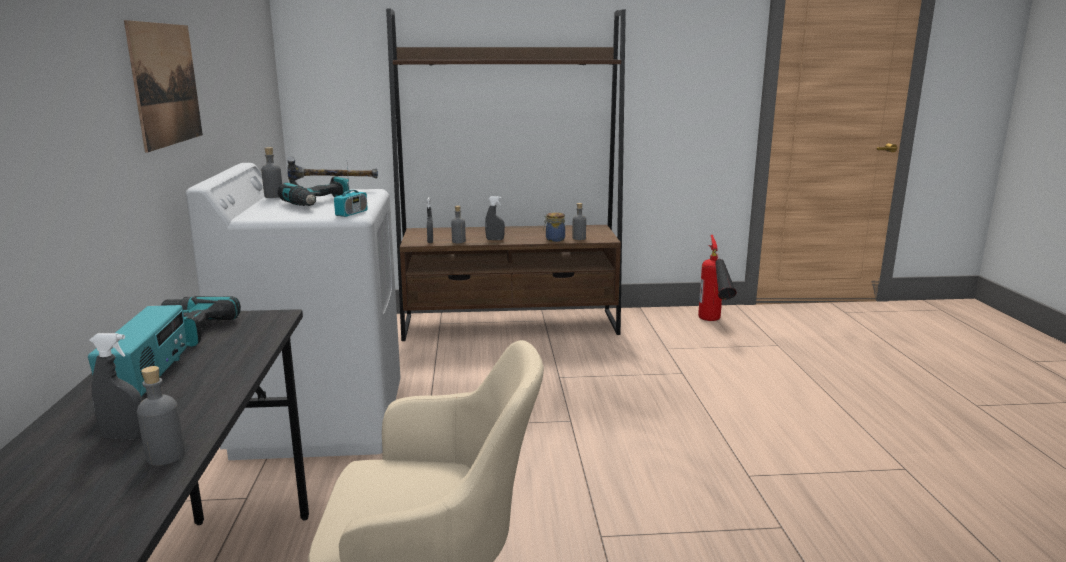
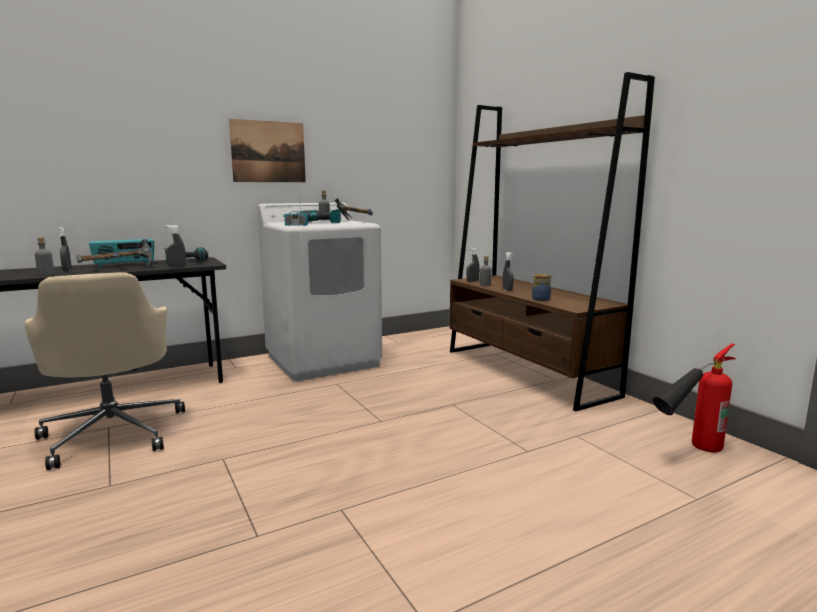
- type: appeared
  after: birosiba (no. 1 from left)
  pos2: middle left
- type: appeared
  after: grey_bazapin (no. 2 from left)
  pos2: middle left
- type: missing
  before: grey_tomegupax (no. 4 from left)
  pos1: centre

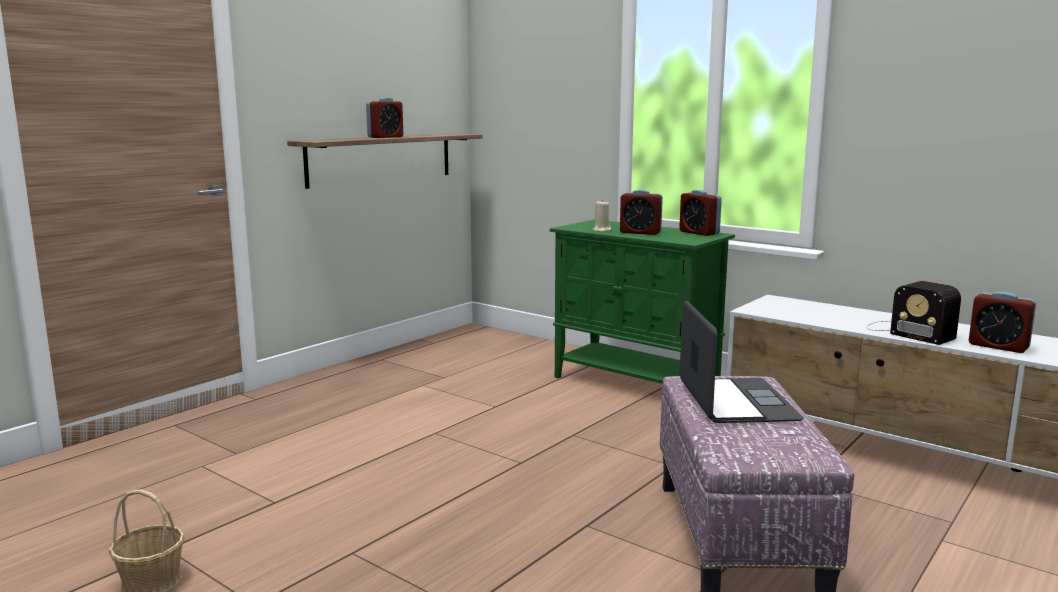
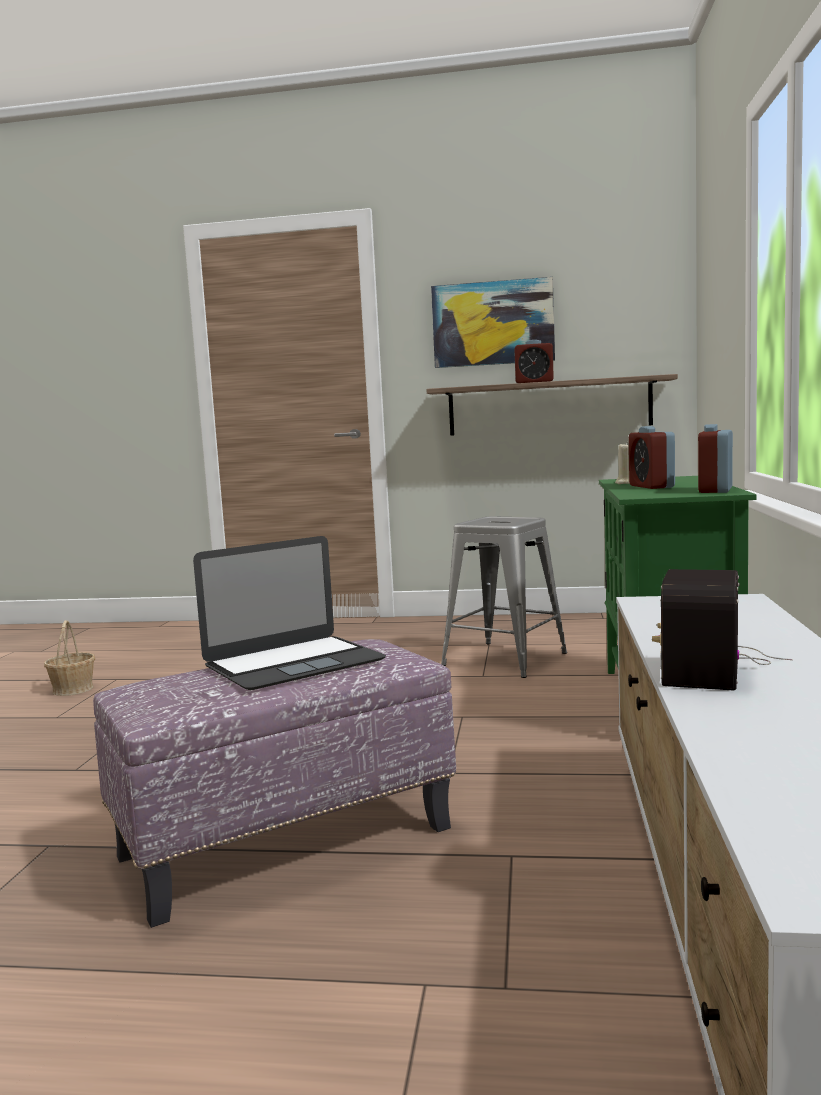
- type: appeared
  after: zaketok
  pos2: top centre
- type: appeared
  after: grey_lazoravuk
  pos2: centre
- type: missing
  before: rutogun (no. 4 from left)
  pos1: middle right

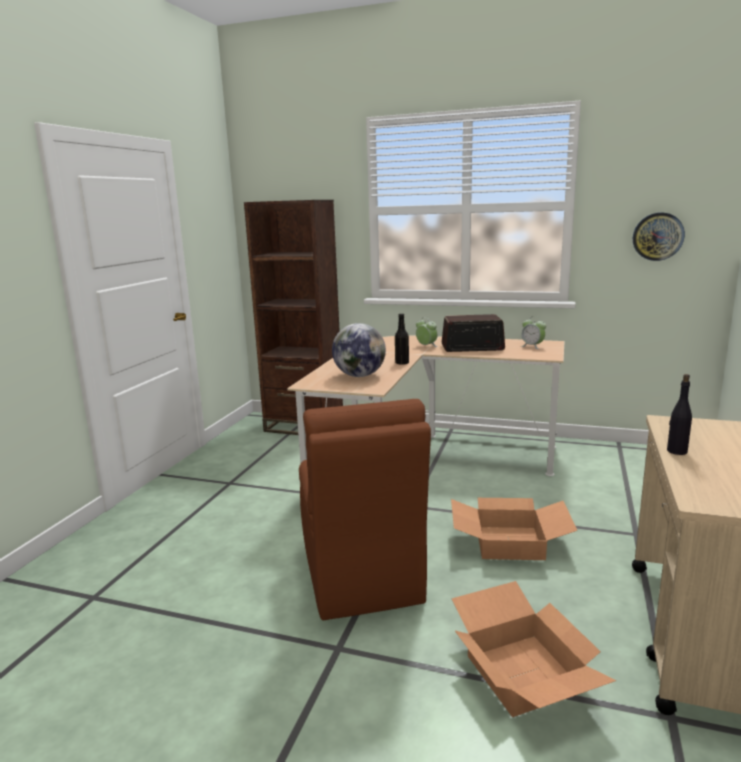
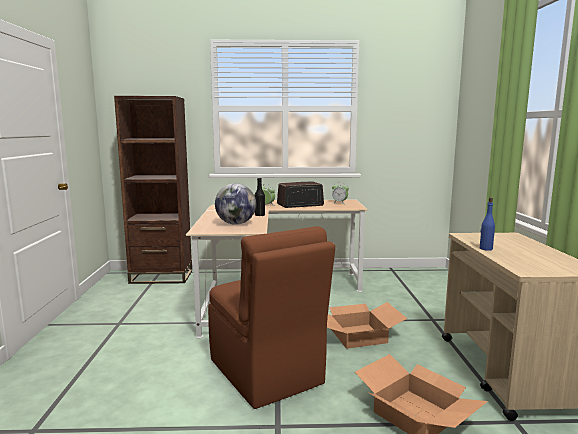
- type: colour
  before: black_tomegupax (no. 2 from left)
  after: blue_tomegupax
  pos1: middle right
  pos2: middle right
- type: missing
  before: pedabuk
  pos1: top right

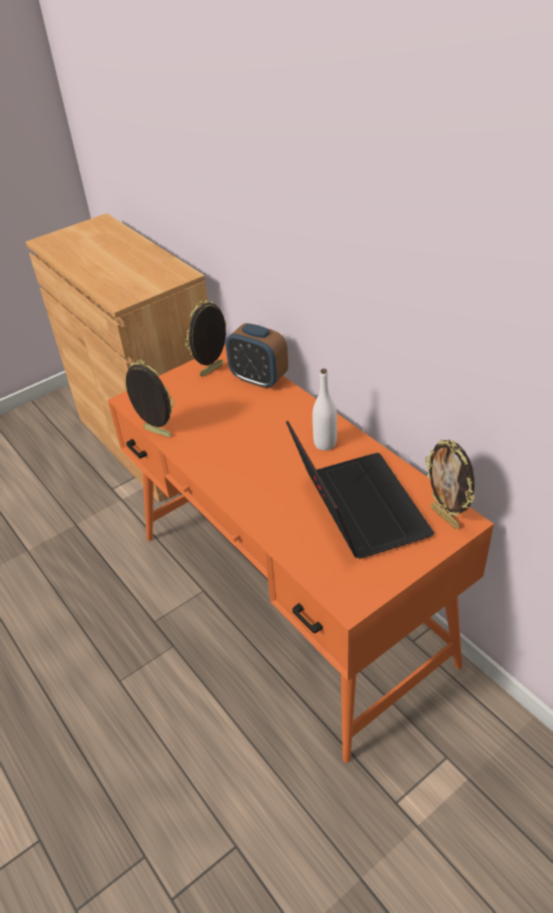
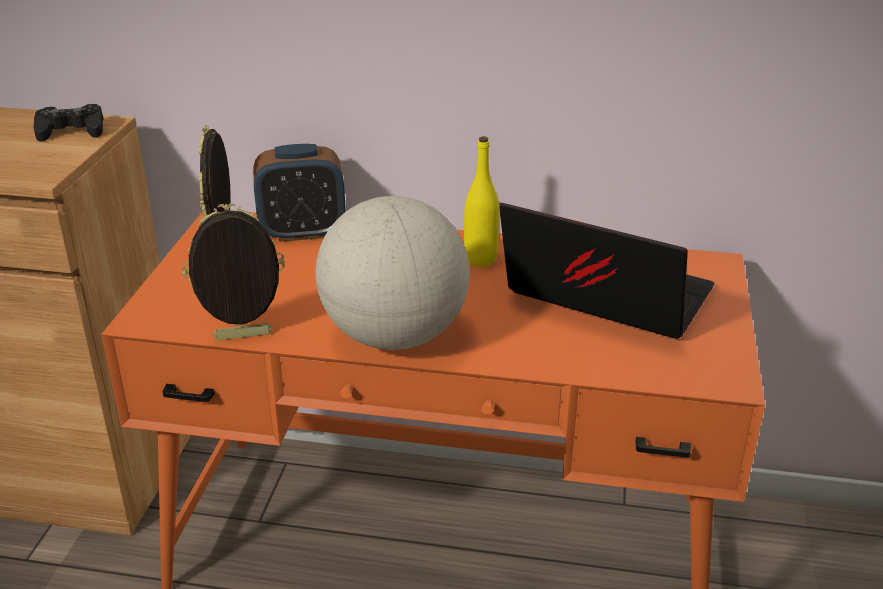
- type: appeared
  after: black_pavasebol
  pos2: top left
- type: appeared
  after: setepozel
  pos2: centre
- type: colour
  before: white_tomegupax
  after: yellow_tomegupax
  pos1: centre
  pos2: centre
- type: missing
  before: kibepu (no. 3 from left)
  pos1: middle right

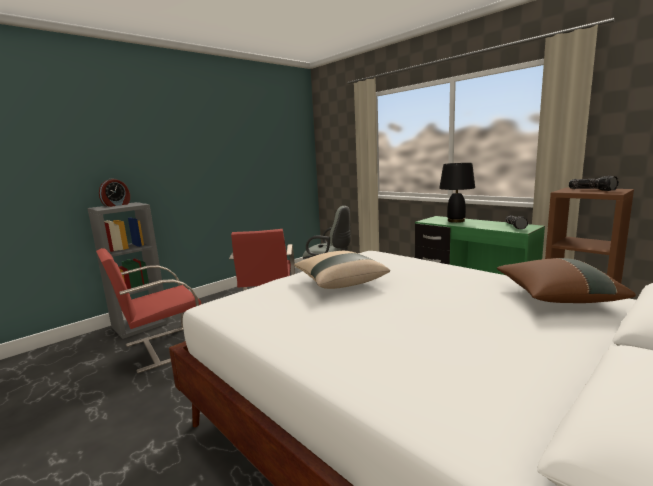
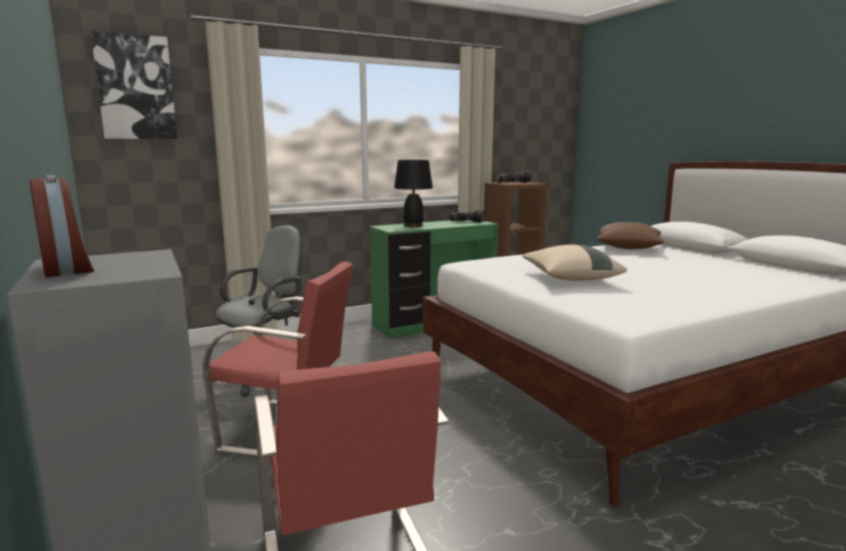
- type: appeared
  after: zaketok
  pos2: top left

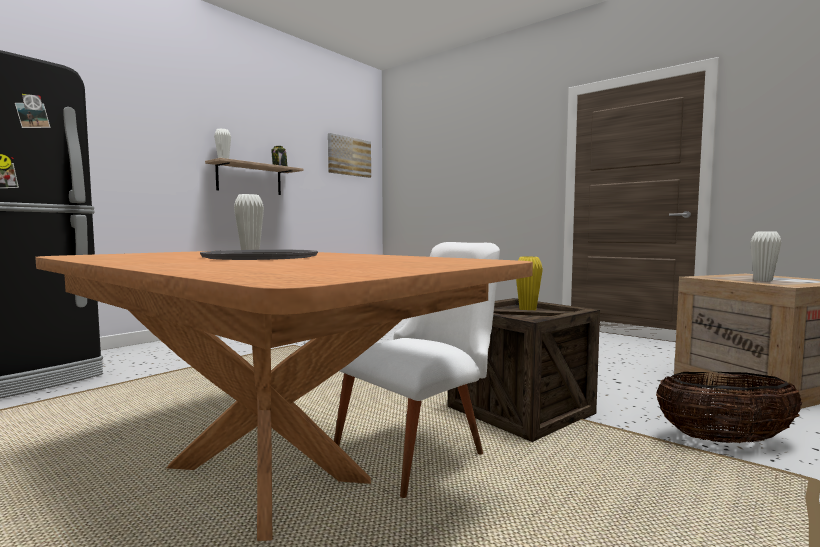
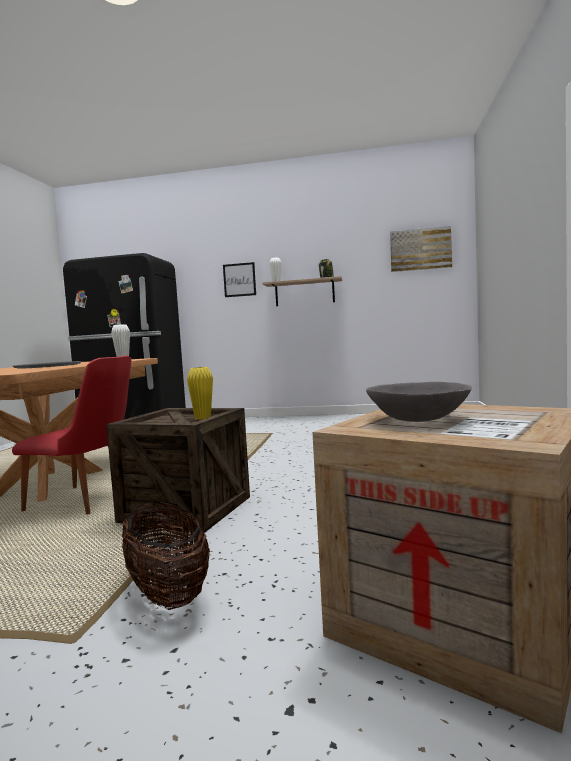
- type: colour
  before: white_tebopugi
  after: red_tebopugi
  pos1: bottom centre
  pos2: middle left
- type: appeared
  after: zaketok (no. 1 from left)
  pos2: centre
- type: exchanged
  before: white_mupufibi (no. 3 from left)
  after: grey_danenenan
  pos1: middle right
  pos2: middle right

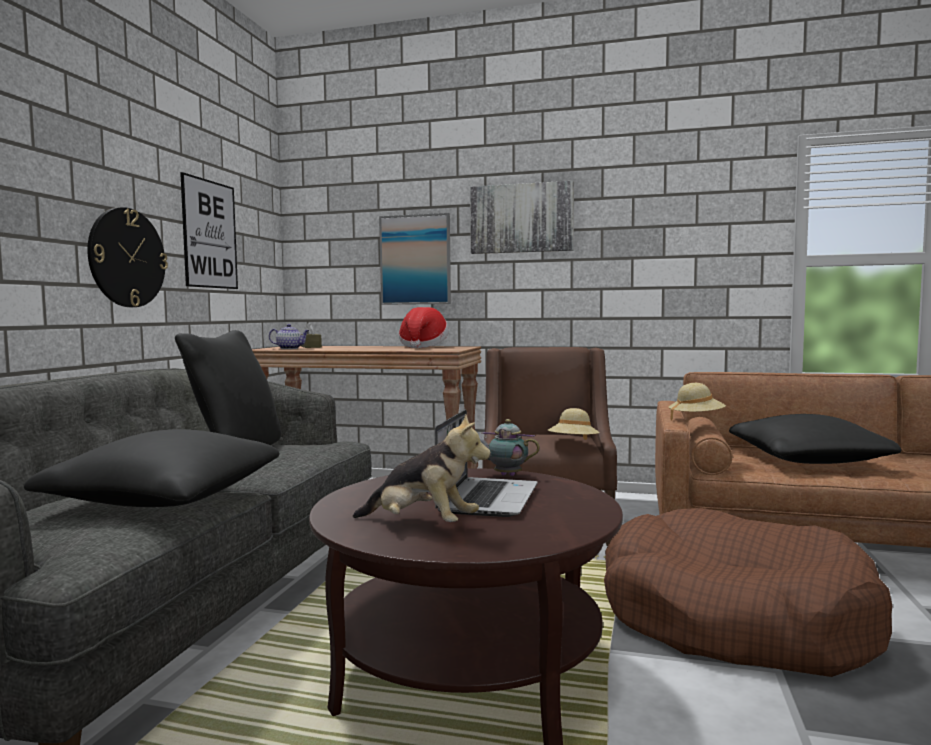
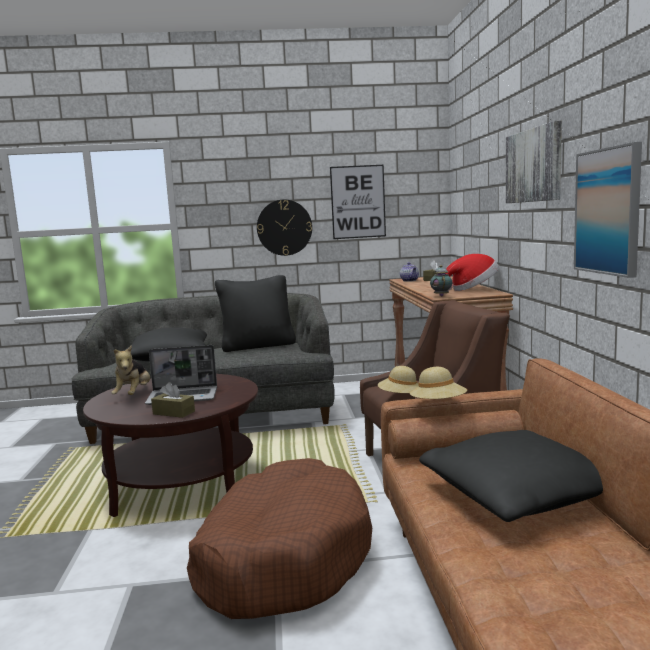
- type: appeared
  after: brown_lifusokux (no. 1 from left)
  pos2: middle left
- type: relocated
  before: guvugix (no. 2 from left)
  pos1: centre
  pos2: middle right
- type: relocated
  before: zaketok (no. 2 from left in the first image)
  after: zaketok (no. 3 from left)
  pos1: centre
  pos2: top right

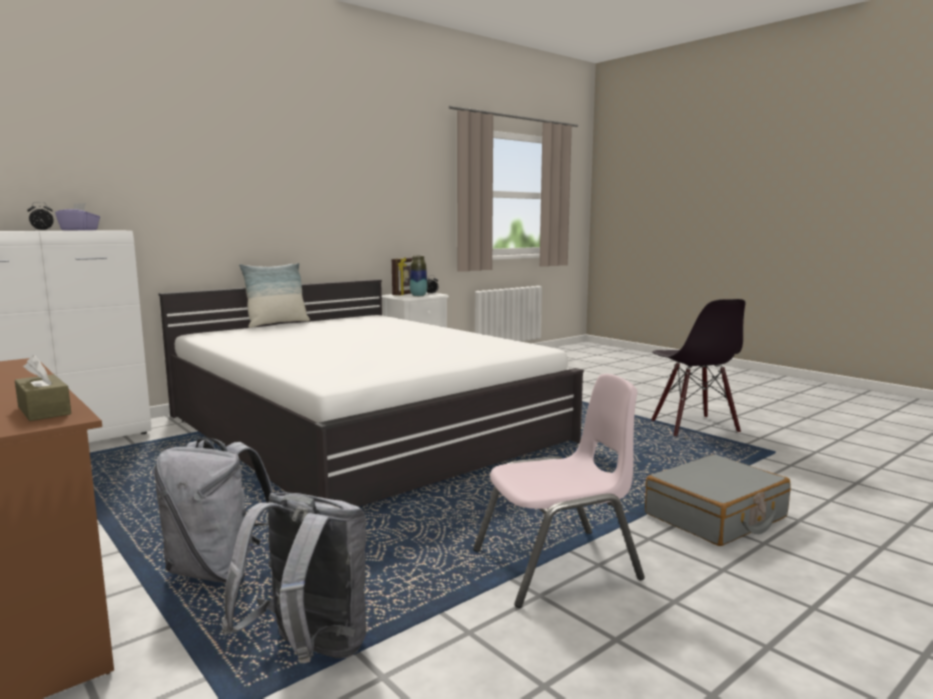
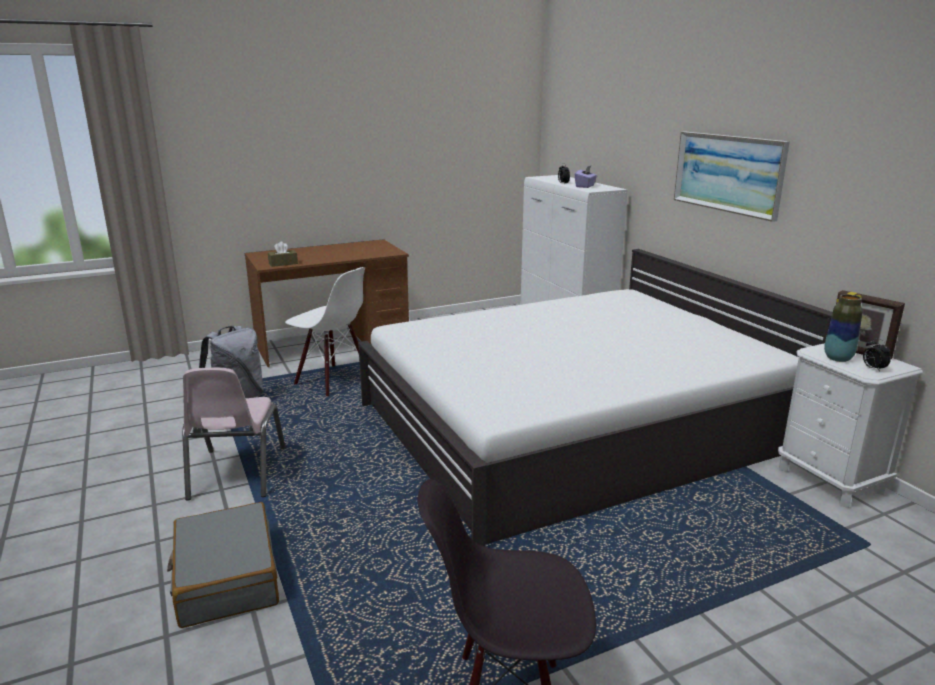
- type: exchanged
  before: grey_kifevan (no. 1 from left)
  after: white_tebopugi
  pos1: bottom left
  pos2: centre
- type: appeared
  after: zaketok
  pos2: top right
- type: missing
  before: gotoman
  pos1: middle left

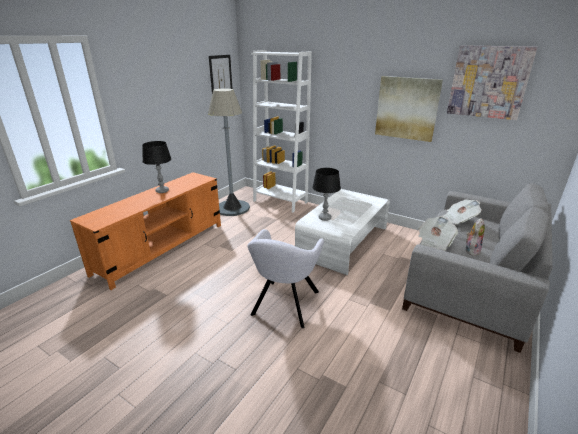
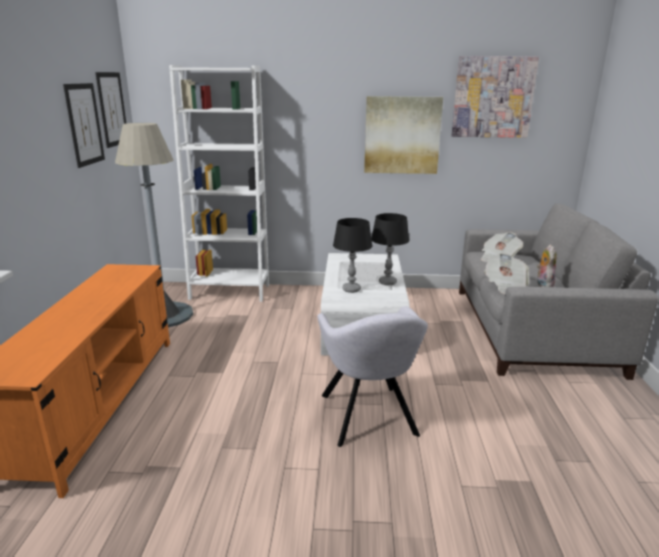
- type: appeared
  after: zaketok (no. 1 from left)
  pos2: top left
- type: relocated
  before: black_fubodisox (no. 1 from left in the first image)
  after: black_fubodisox (no. 2 from left)
  pos1: middle left
  pos2: centre

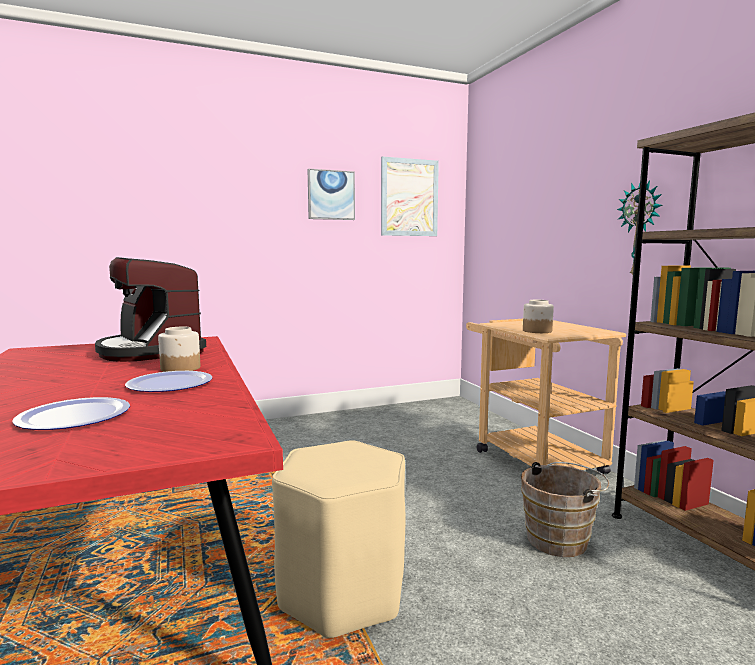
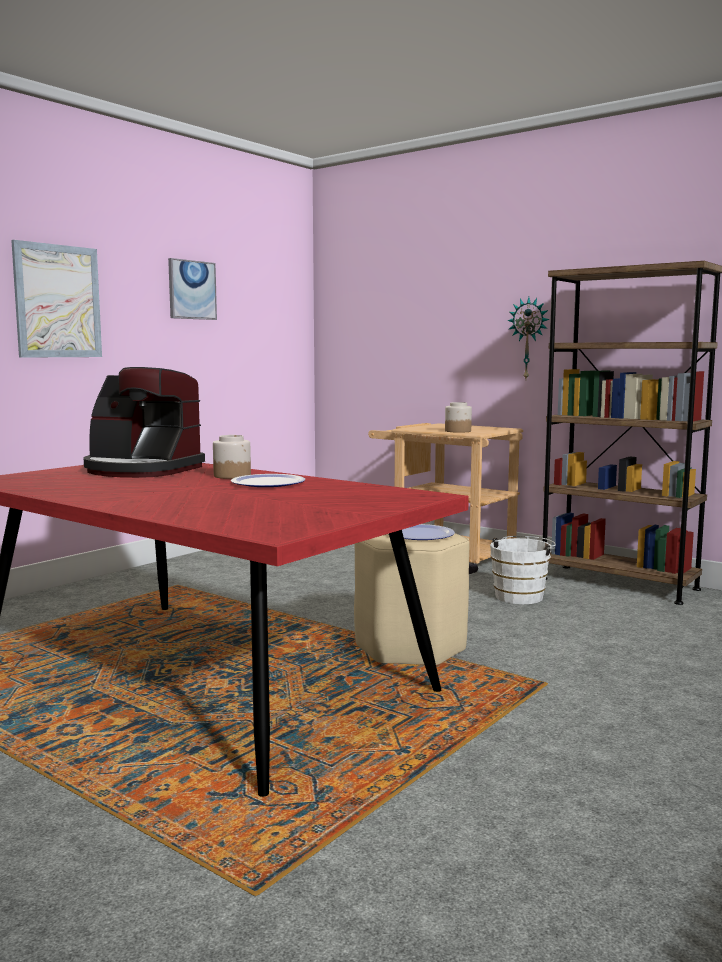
- type: relocated
  before: zaketok (no. 2 from left in the first image)
  after: zaketok (no. 1 from left)
  pos1: top centre
  pos2: top left
- type: relocated
  before: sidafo (no. 1 from left in the first image)
  after: sidafo (no. 2 from left)
  pos1: middle left
  pos2: centre
- type: colour
  before: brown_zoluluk
  after: white_zoluluk
  pos1: bottom right
  pos2: middle right

